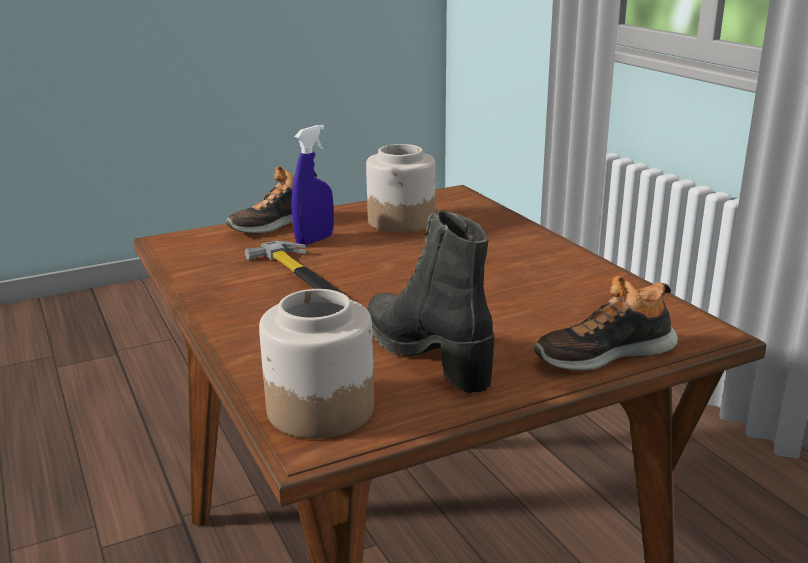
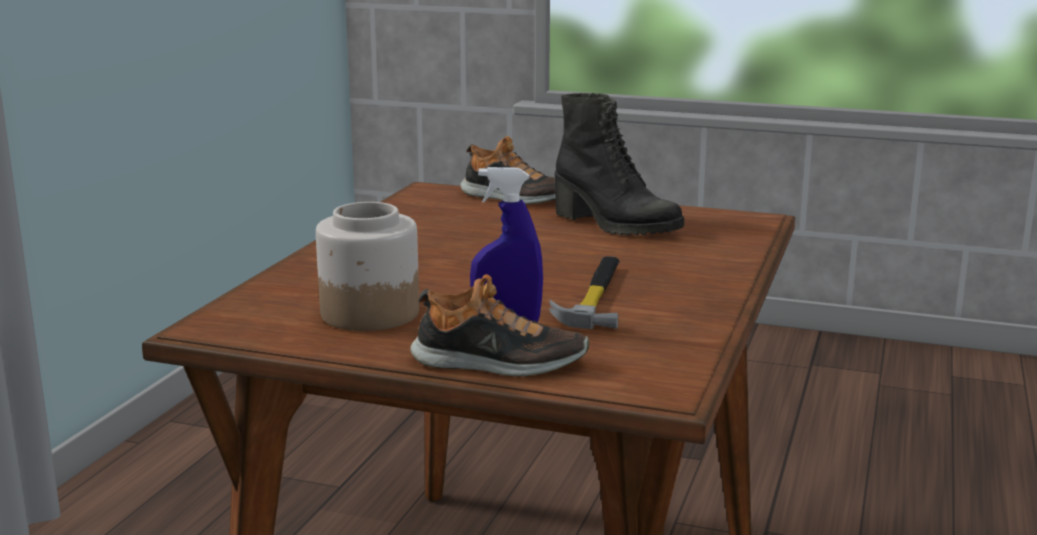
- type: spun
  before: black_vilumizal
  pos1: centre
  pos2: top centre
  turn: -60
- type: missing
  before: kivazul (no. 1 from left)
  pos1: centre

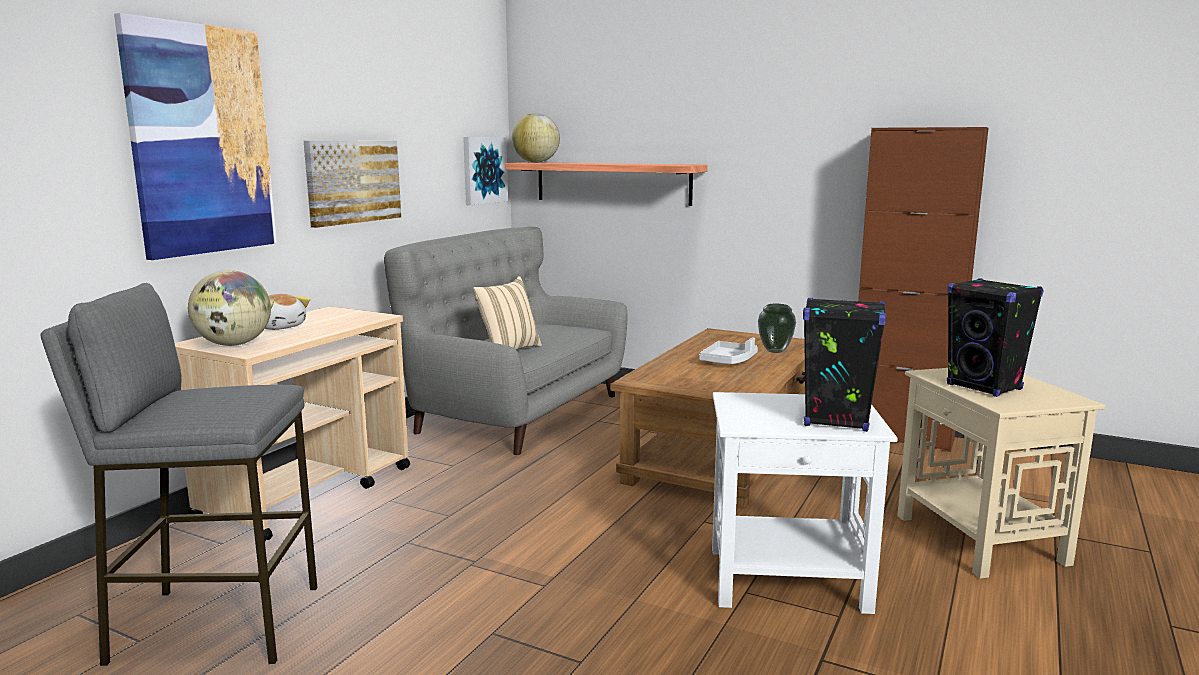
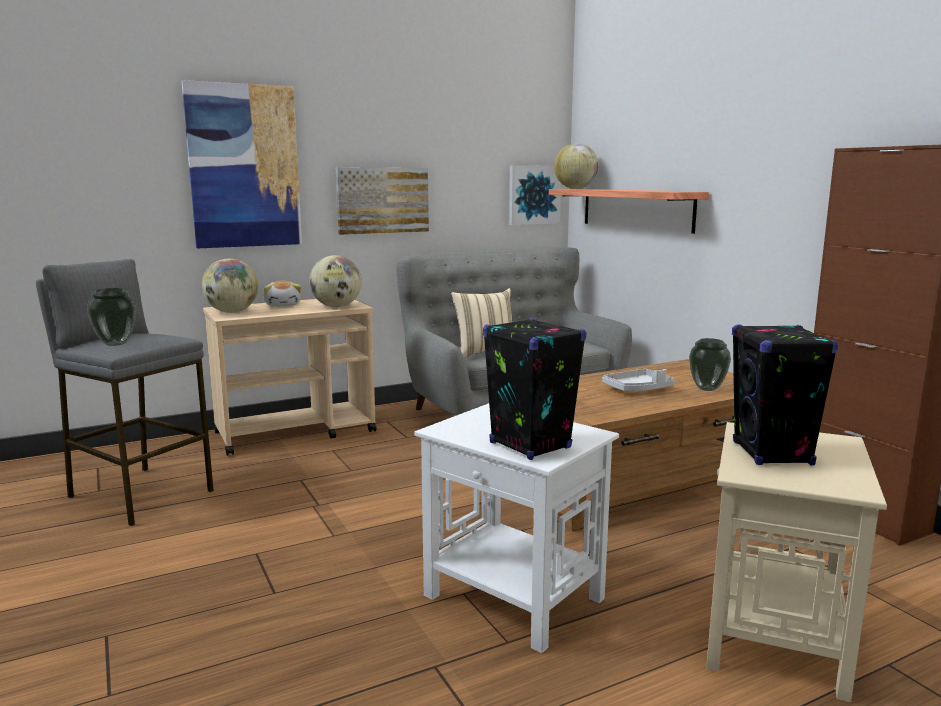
- type: appeared
  after: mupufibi (no. 1 from left)
  pos2: middle left
- type: appeared
  after: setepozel (no. 2 from left)
  pos2: centre

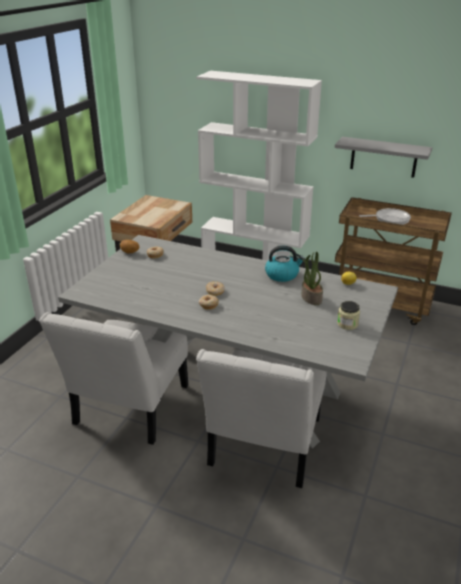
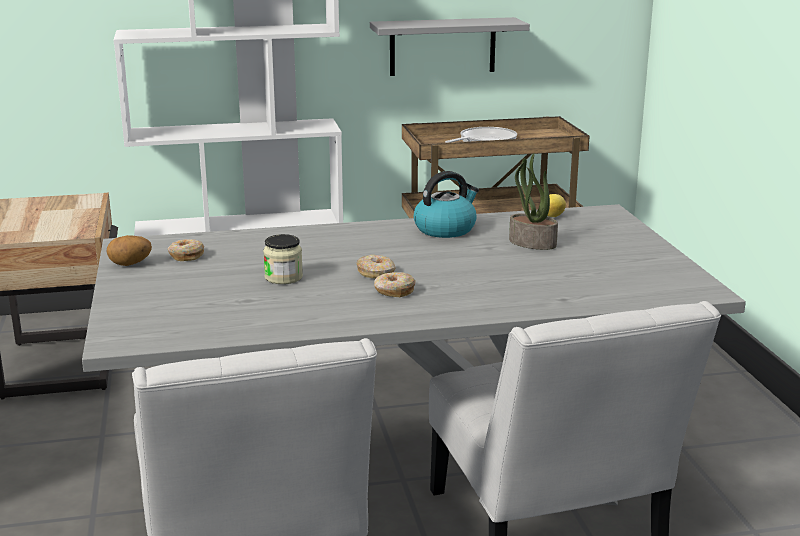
- type: relocated
  before: kivazul
  pos1: middle right
  pos2: centre

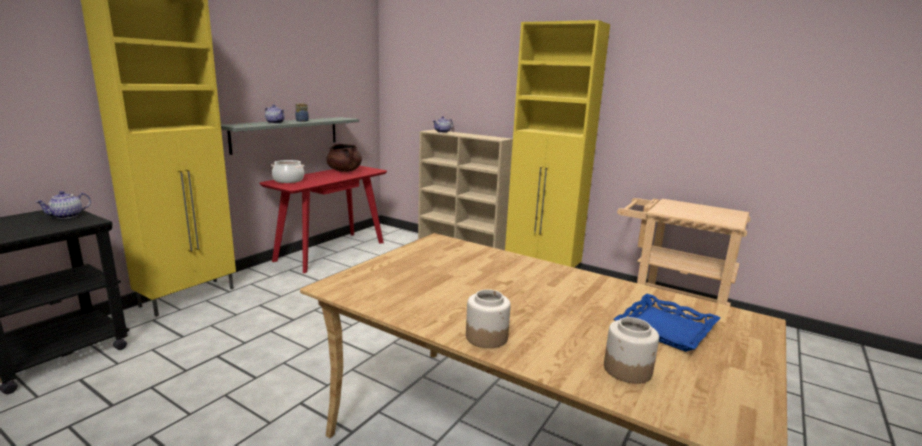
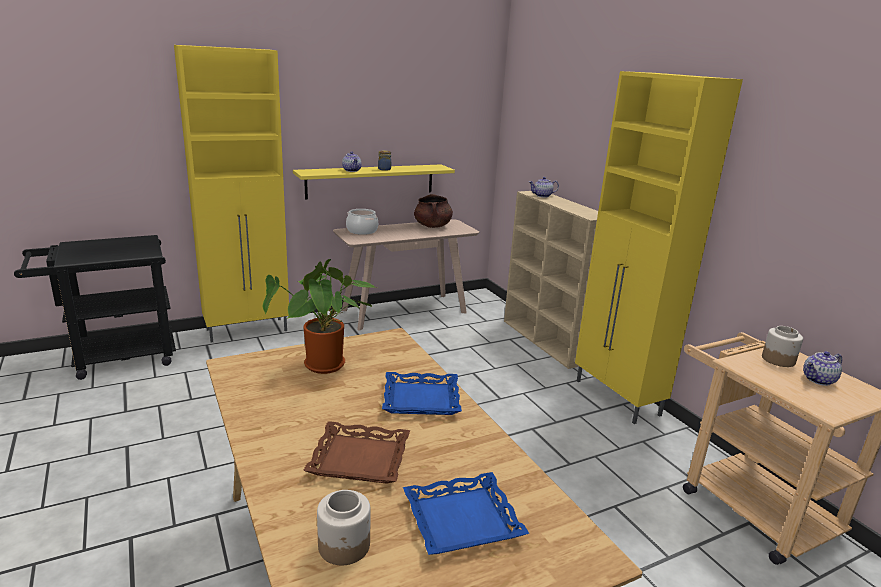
- type: appeared
  after: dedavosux
  pos2: centre
- type: colour
  before: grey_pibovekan
  after: yellow_pibovekan
  pos1: top left
  pos2: top centre
- type: appeared
  after: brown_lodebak
  pos2: bottom centre
- type: colour
  before: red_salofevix
  after: beige_salofevix
  pos1: centre
  pos2: centre
- type: appeared
  after: blue_lodebak (no. 1 from left)
  pos2: bottom centre
- type: relocated
  before: kivazul (no. 2 from left in the first image)
  after: kivazul (no. 3 from left)
  pos1: bottom centre
  pos2: middle right
- type: relocated
  before: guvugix (no. 1 from left in the first image)
  after: guvugix (no. 3 from left)
  pos1: middle left
  pos2: middle right

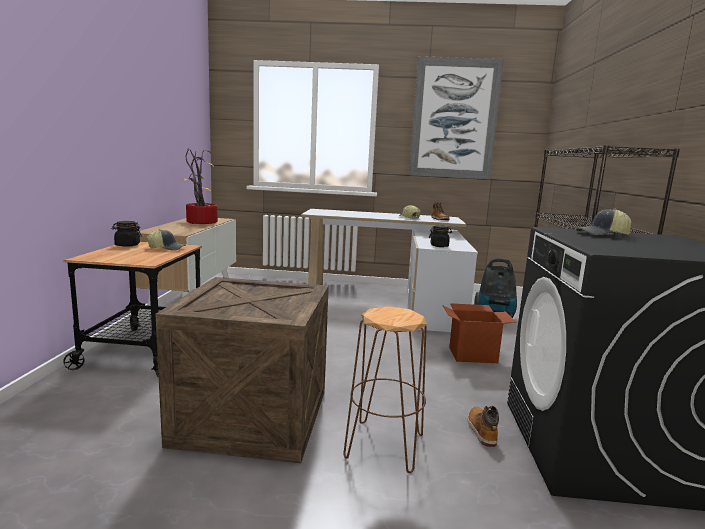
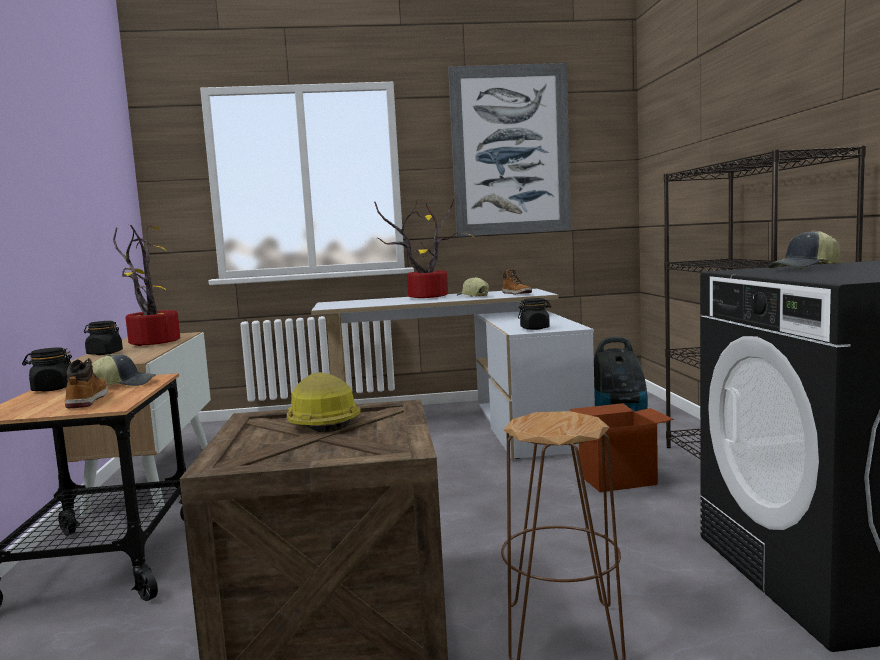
- type: relocated
  before: vilumizal (no. 2 from left in the first image)
  after: vilumizal (no. 1 from left)
  pos1: bottom right
  pos2: middle left
- type: appeared
  after: black_kivazul (no. 2 from left)
  pos2: middle left
- type: appeared
  after: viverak
  pos2: centre
- type: appeared
  after: dedavosux (no. 2 from left)
  pos2: centre

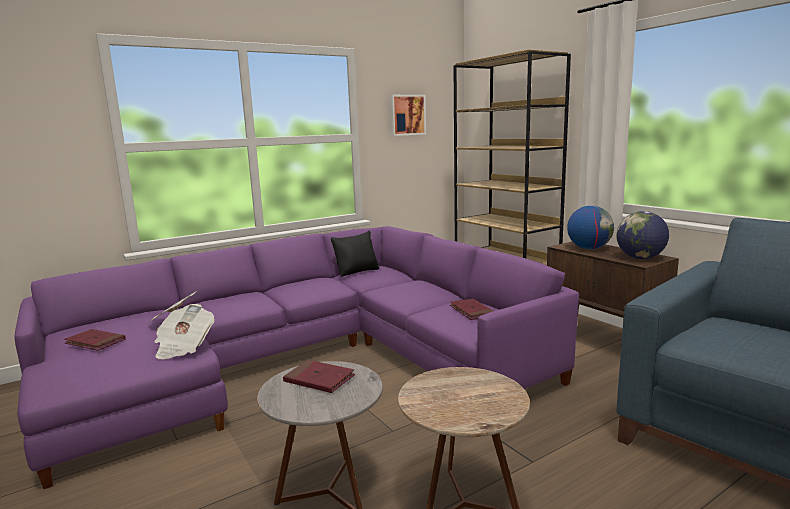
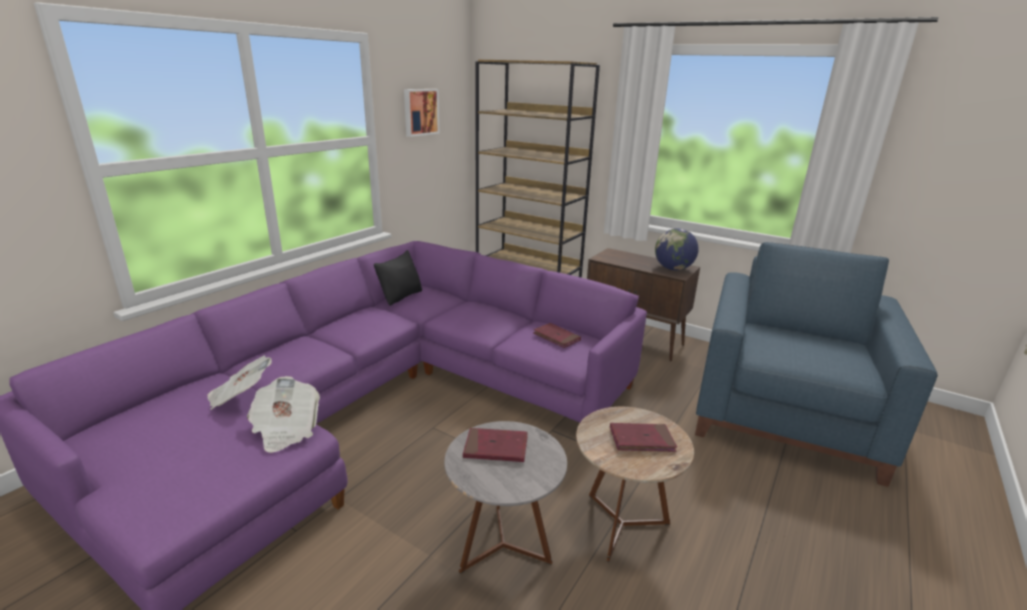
- type: relocated
  before: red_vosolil (no. 1 from left in the first image)
  after: red_vosolil (no. 3 from left)
  pos1: bottom left
  pos2: bottom centre
- type: missing
  before: setepozel (no. 1 from left)
  pos1: middle right

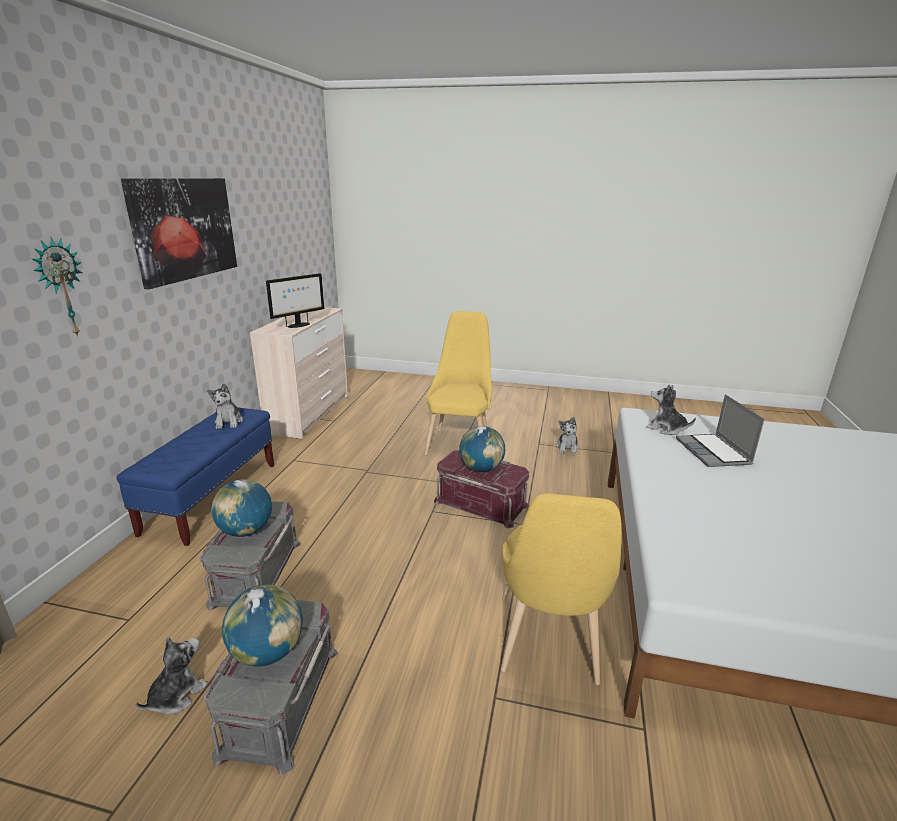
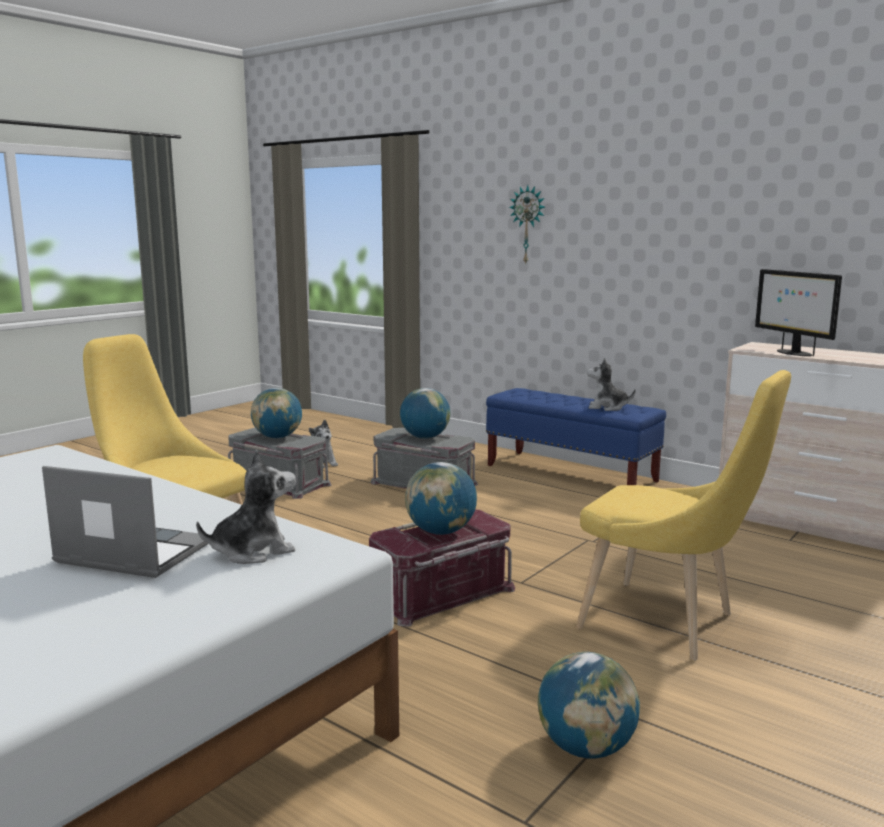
- type: exchanged
  before: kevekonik (no. 3 from left)
  after: setepozel (no. 4 from left)
  pos1: centre
  pos2: bottom centre
- type: missing
  before: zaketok
  pos1: top left

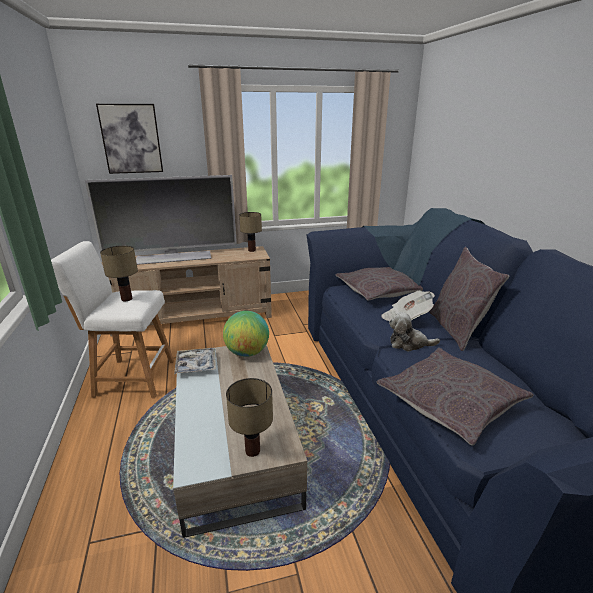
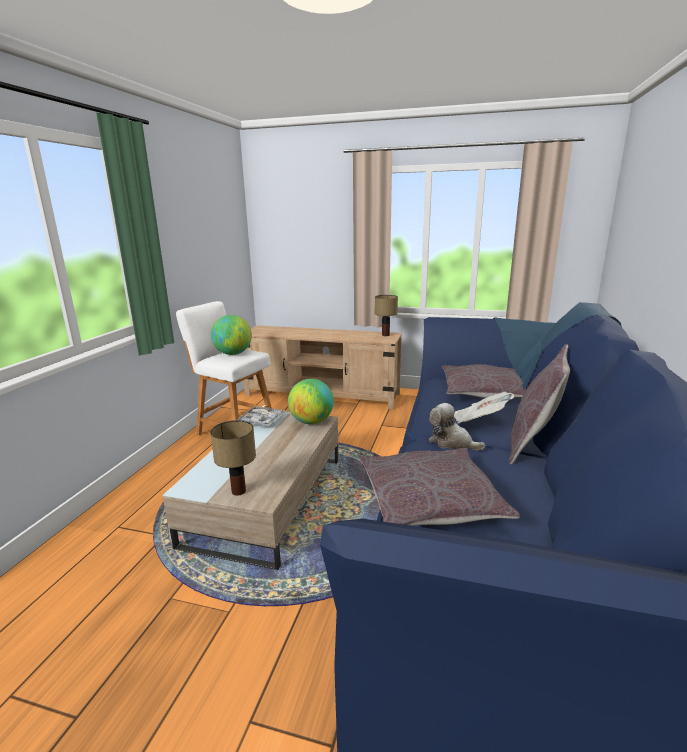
- type: exchanged
  before: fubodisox (no. 1 from left)
  after: setepozel (no. 1 from left)
  pos1: middle left
  pos2: centre
- type: missing
  before: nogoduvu
  pos1: middle left
- type: missing
  before: zaketok
  pos1: top left

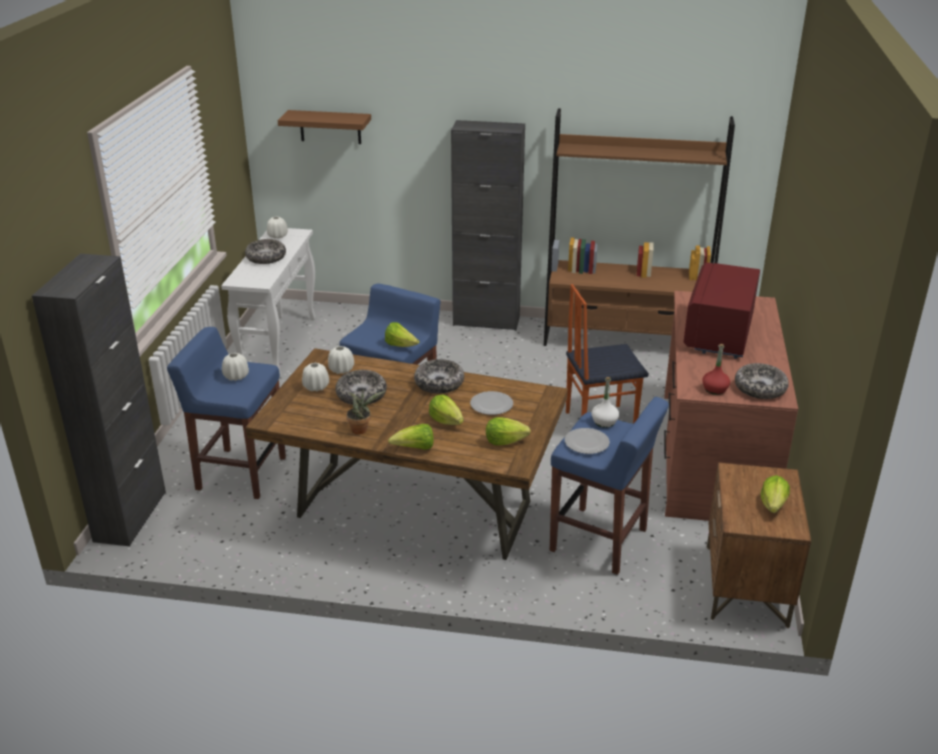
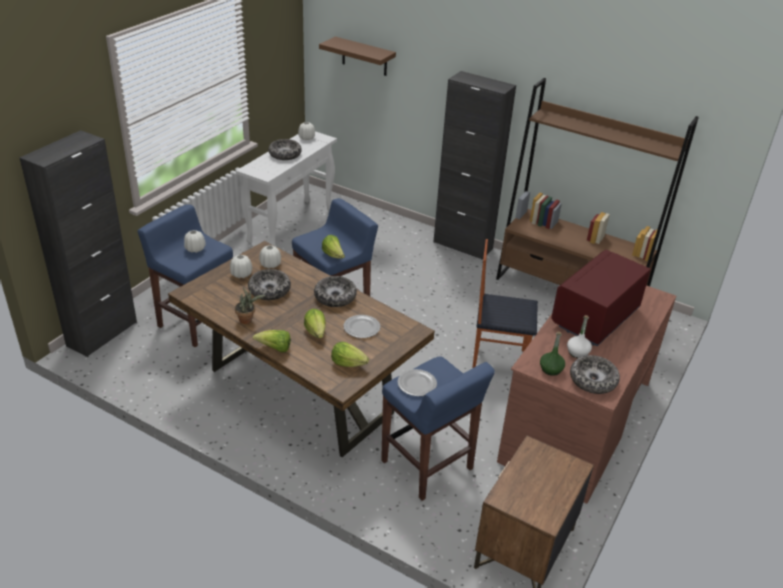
- type: colour
  before: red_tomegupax
  after: green_tomegupax
  pos1: middle right
  pos2: middle right
- type: relocated
  before: white_tomegupax
  pos1: centre
  pos2: middle right
- type: missing
  before: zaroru (no. 5 from left)
  pos1: middle right

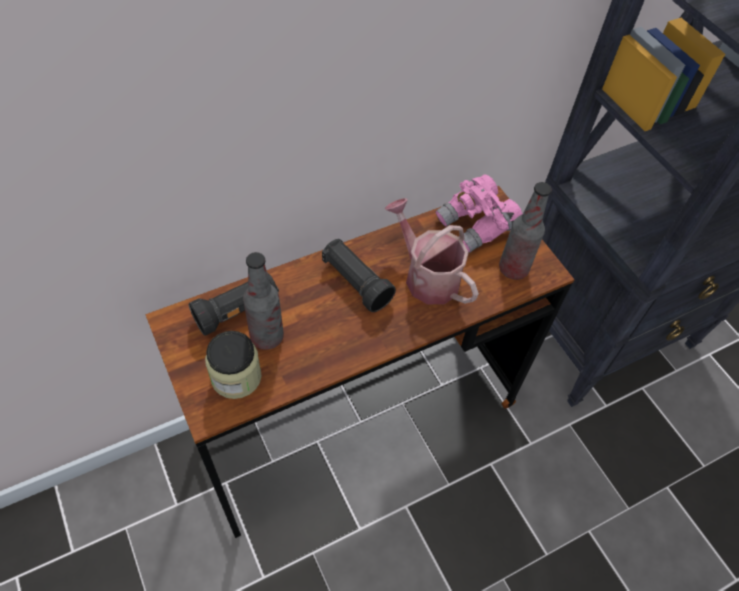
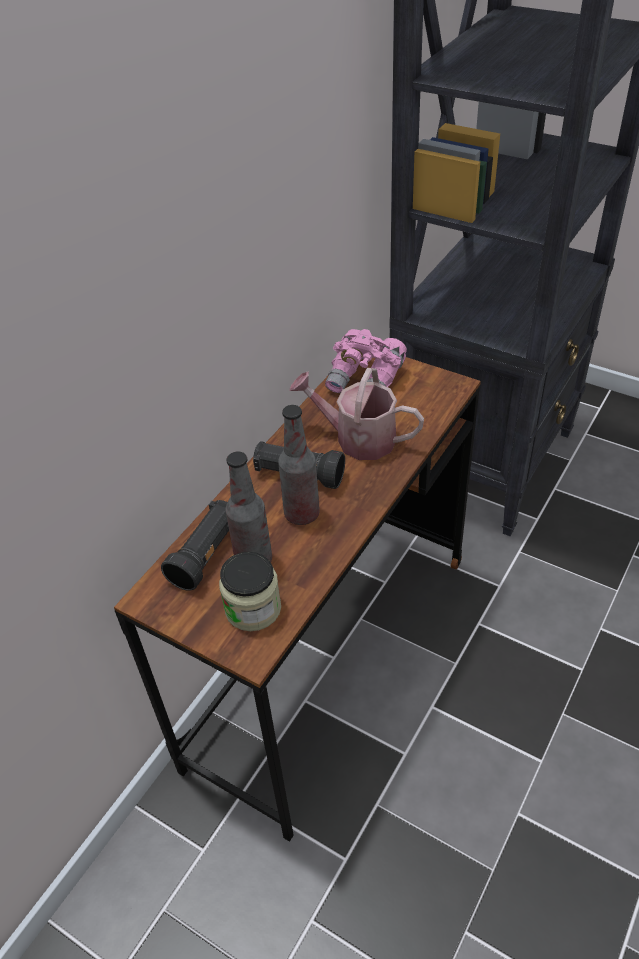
- type: relocated
  before: tomegupax (no. 2 from left)
  pos1: middle right
  pos2: centre

